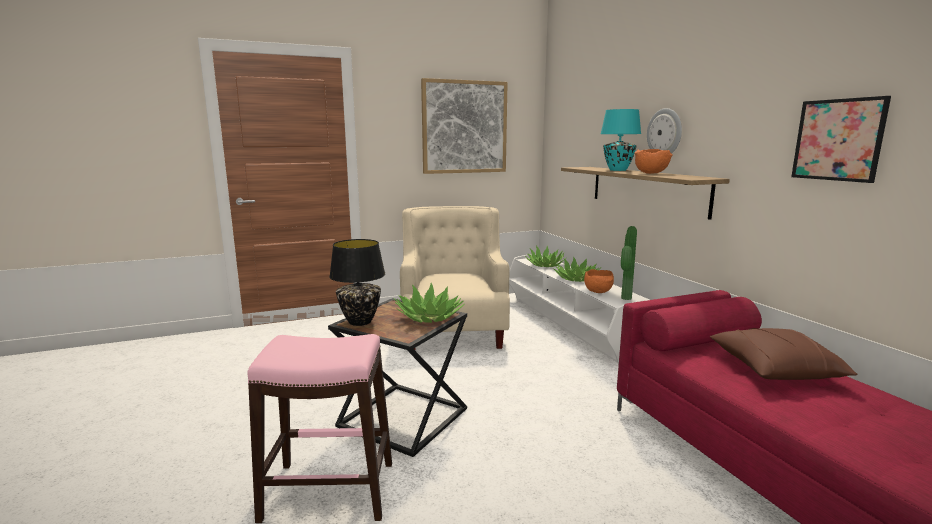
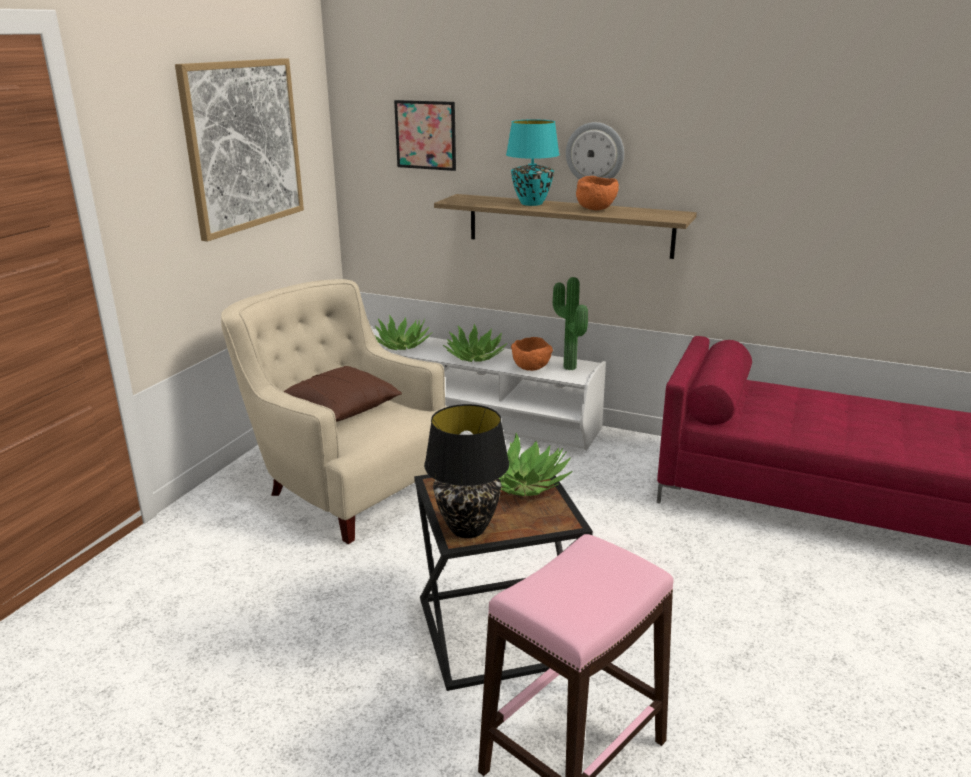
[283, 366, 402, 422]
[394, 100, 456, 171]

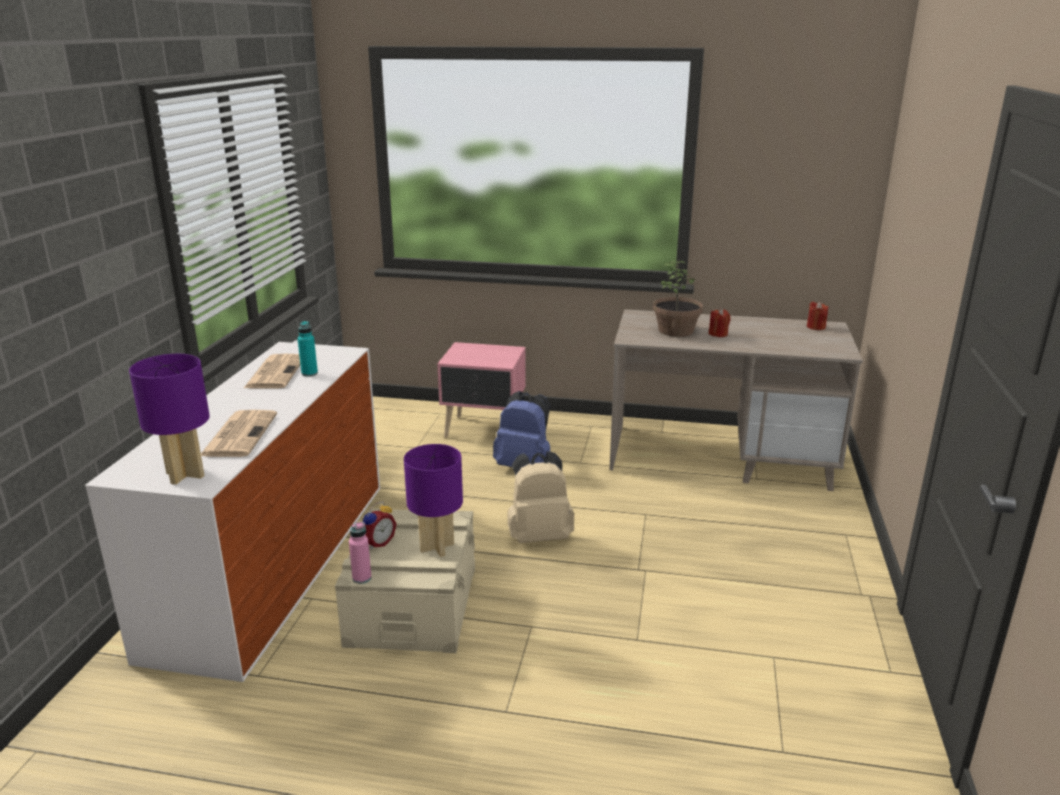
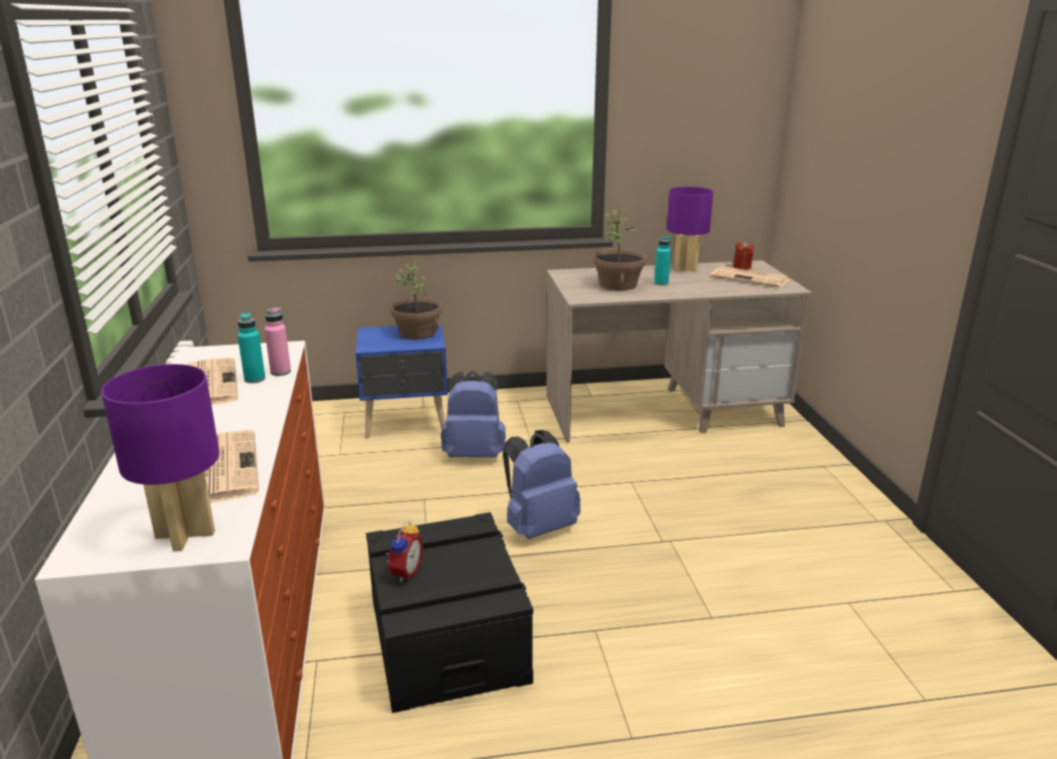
[366, 512, 533, 713]
[264, 307, 291, 376]
[667, 187, 713, 272]
[355, 324, 448, 438]
[503, 430, 581, 539]
[654, 236, 671, 286]
[390, 261, 442, 339]
[710, 266, 789, 287]

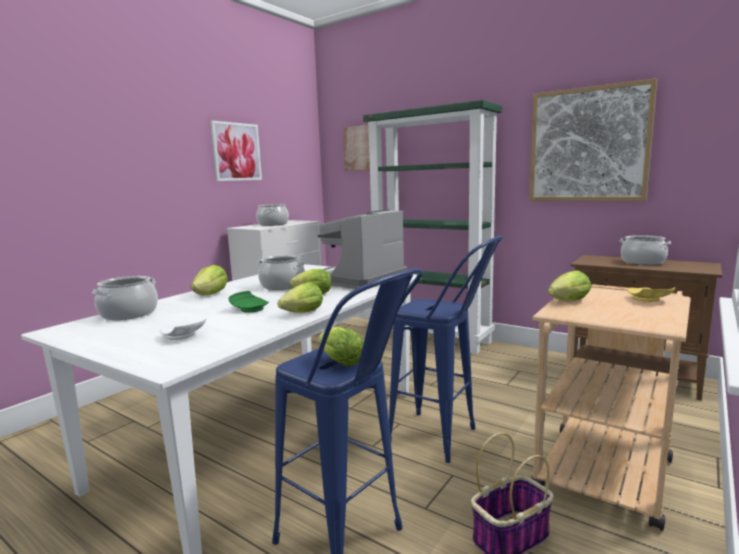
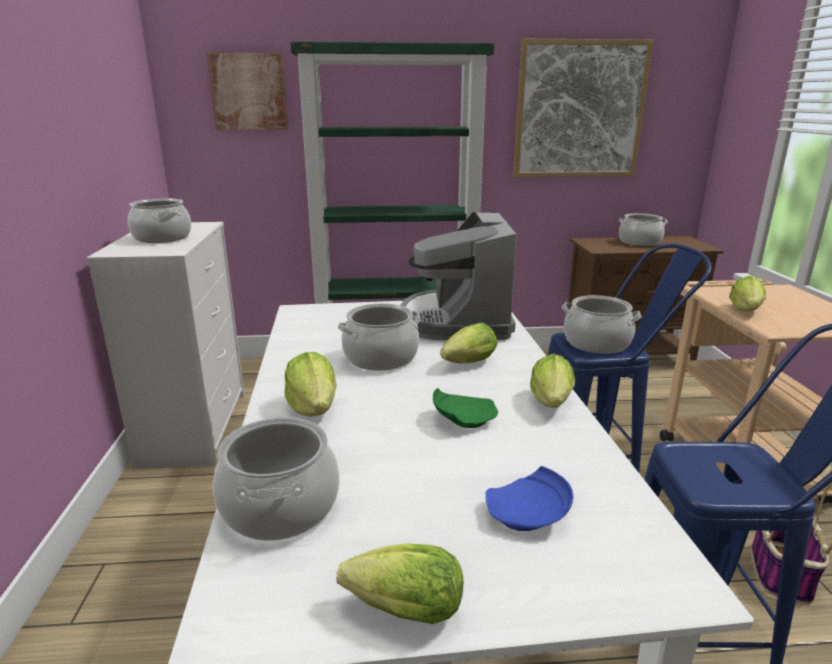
[486, 466, 573, 531]
[210, 121, 262, 181] (first image)
[336, 544, 463, 624]
[628, 287, 675, 302] (first image)
[562, 295, 642, 354]

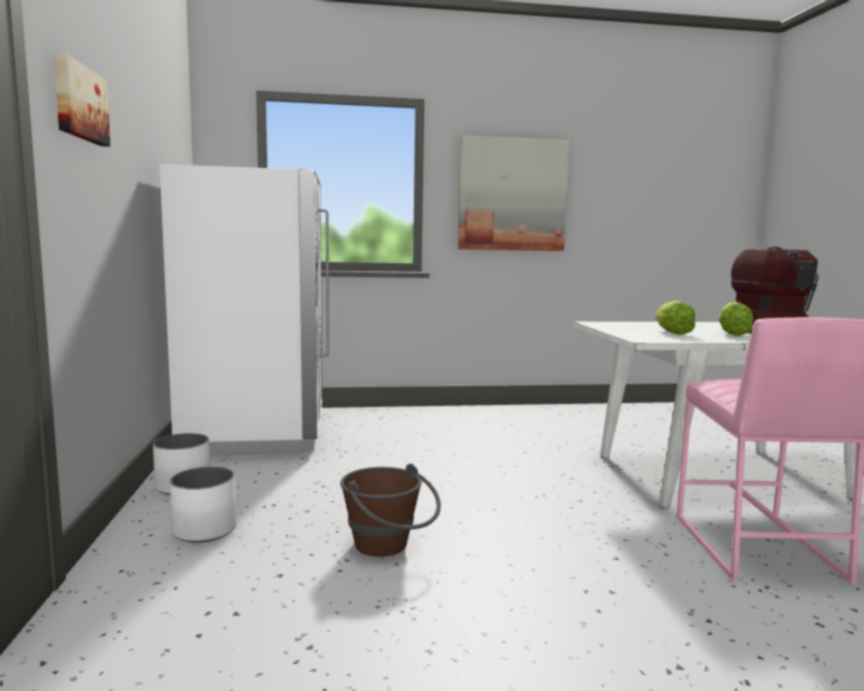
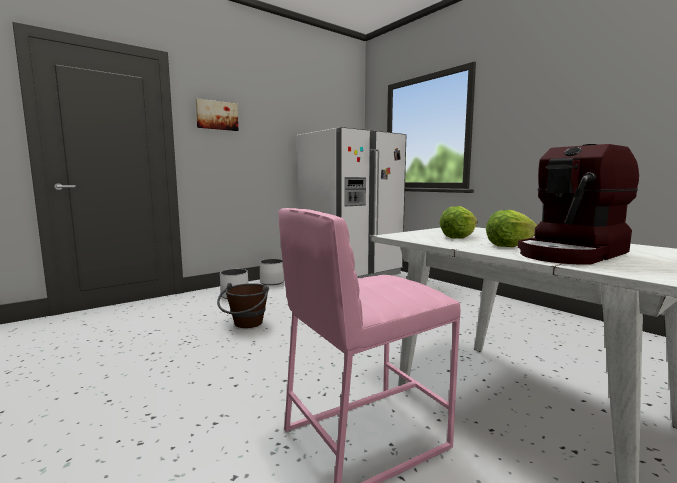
[458, 136, 570, 251] (first image)

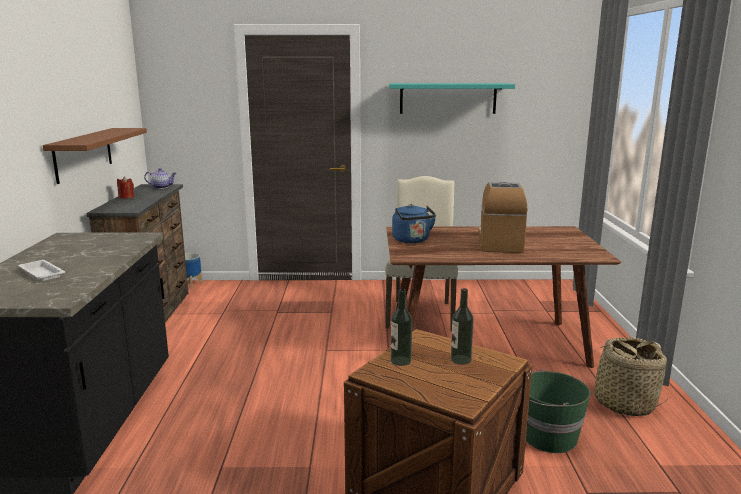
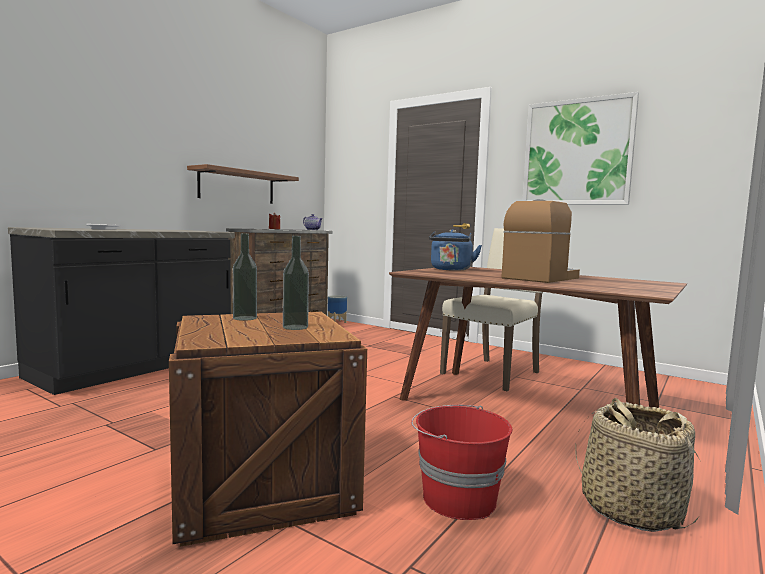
[522, 92, 639, 205]
[411, 405, 512, 520]

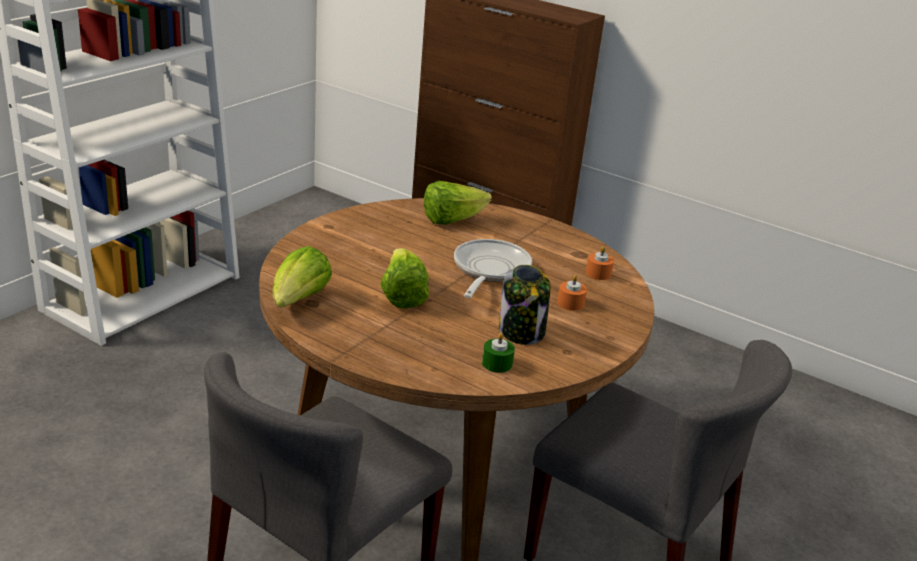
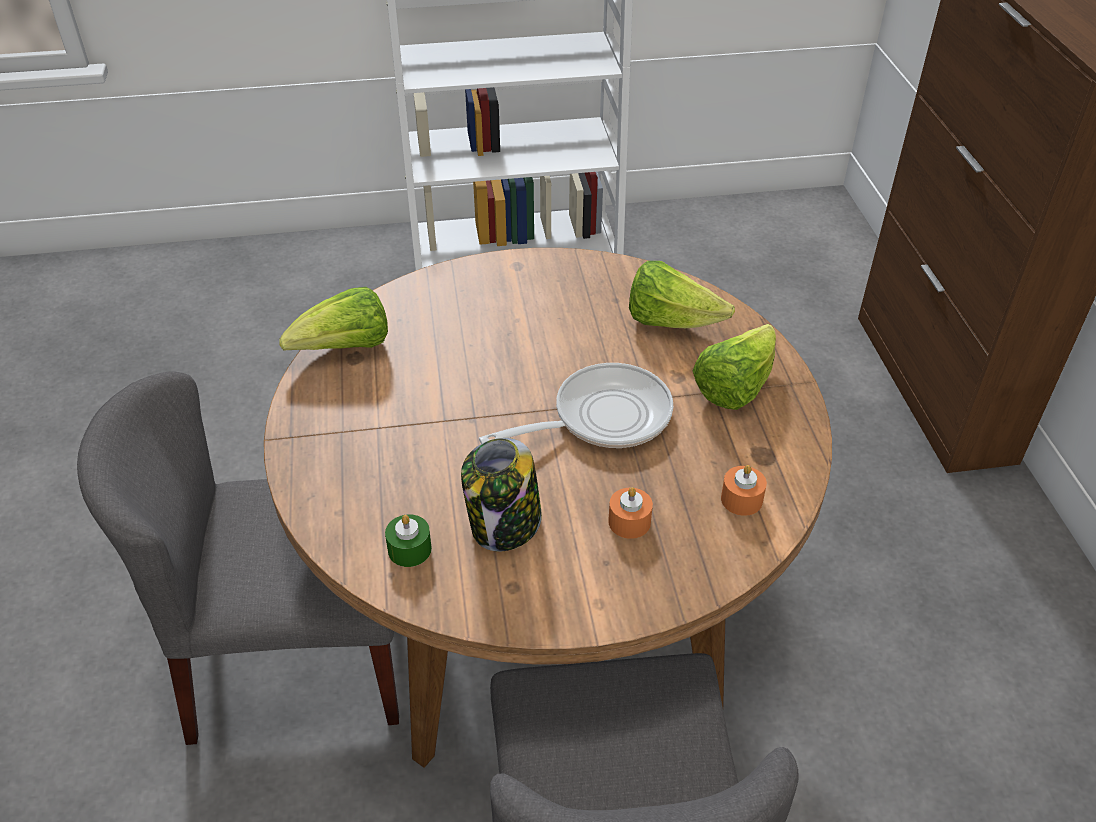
[693, 324, 776, 410]

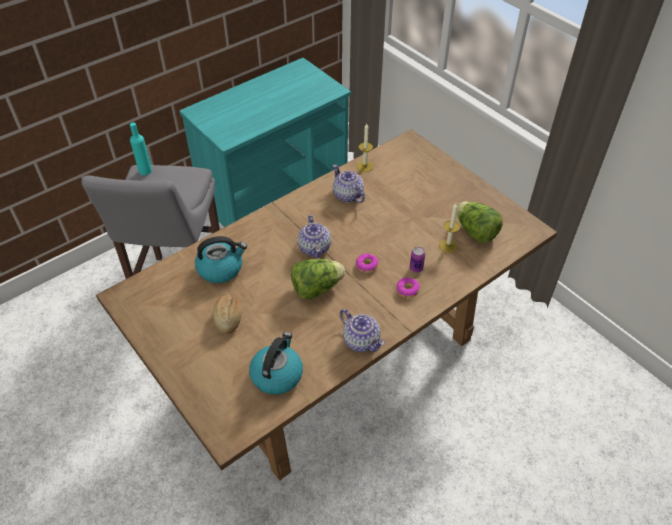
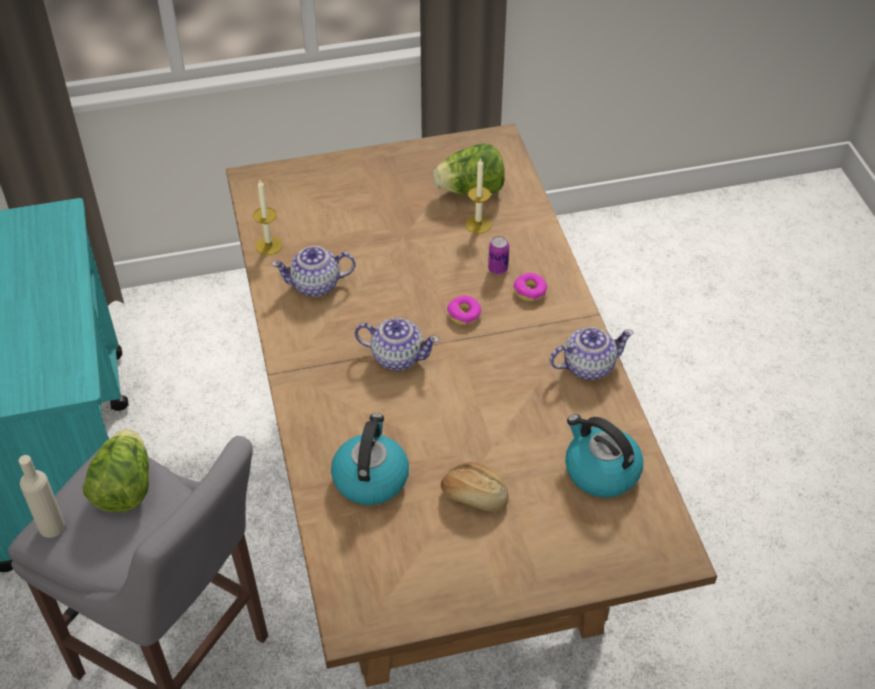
[19, 455, 65, 538]
[83, 429, 149, 513]

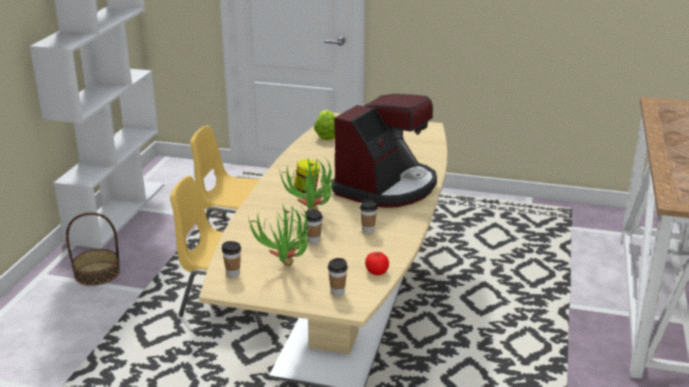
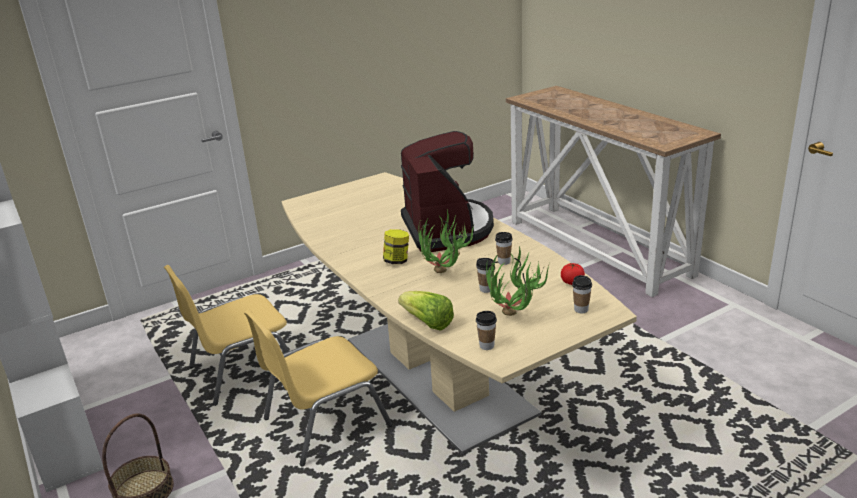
[398, 291, 454, 331]

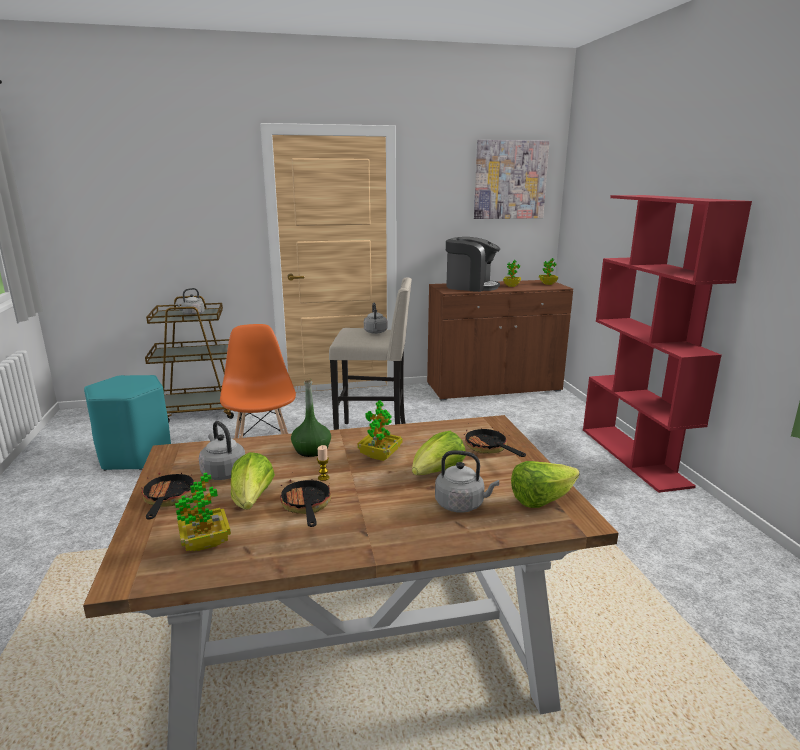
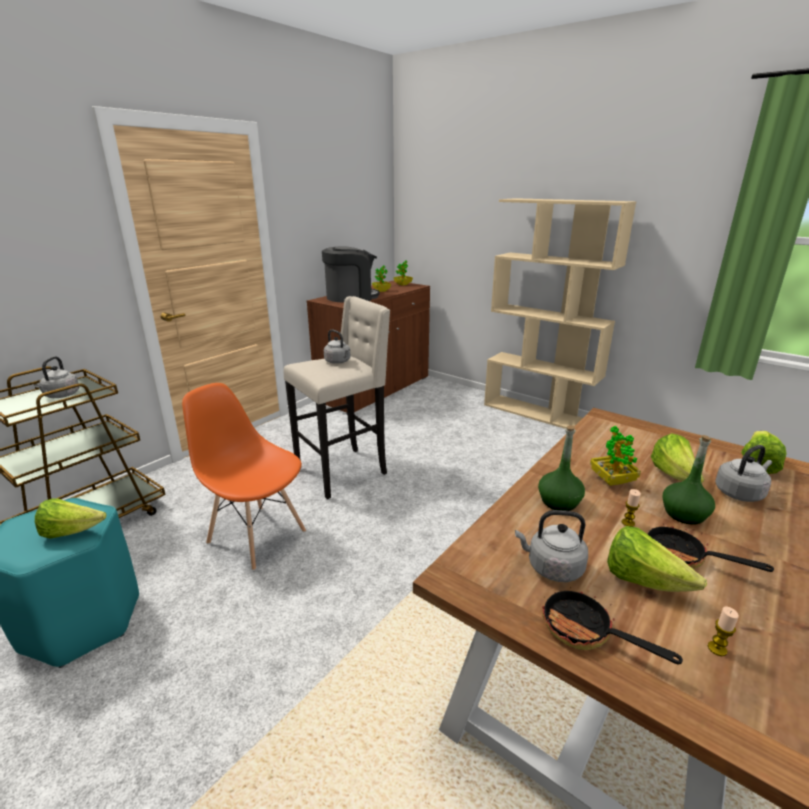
[708, 606, 739, 656]
[464, 427, 526, 457] (first image)
[474, 140, 549, 219] (first image)
[484, 198, 636, 429]
[35, 498, 106, 539]
[663, 435, 715, 525]

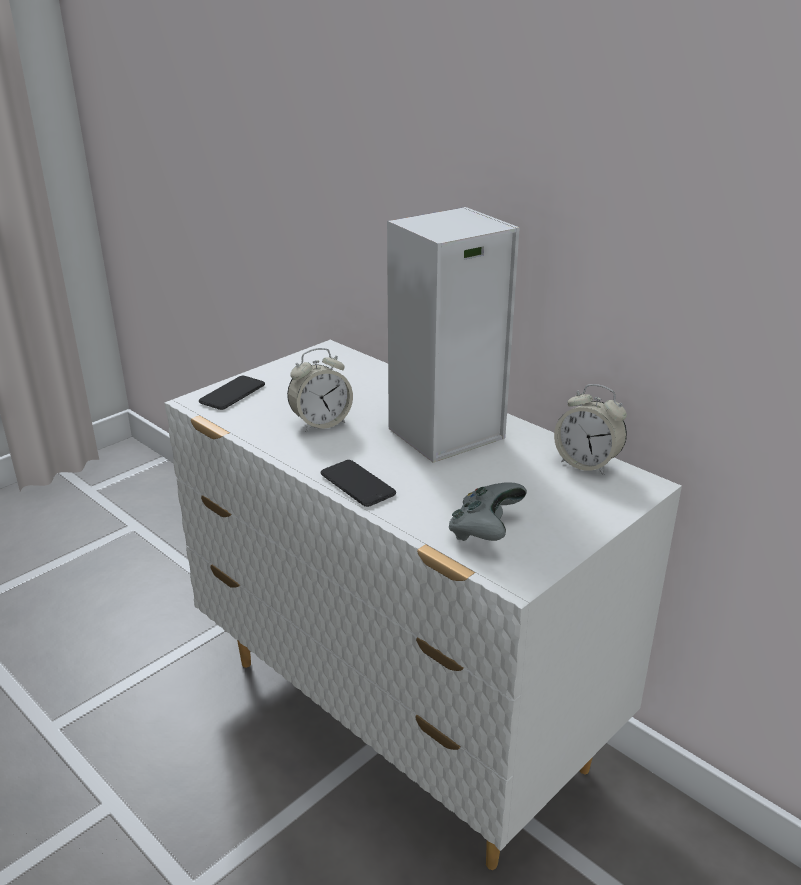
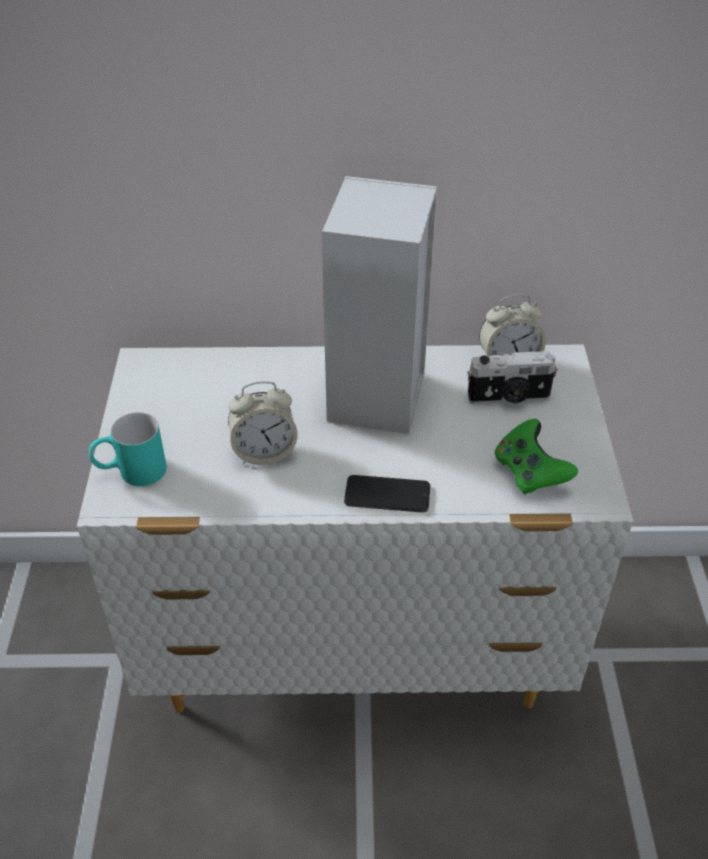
[89, 412, 167, 486]
[228, 381, 298, 465]
[495, 419, 578, 495]
[467, 351, 558, 404]

